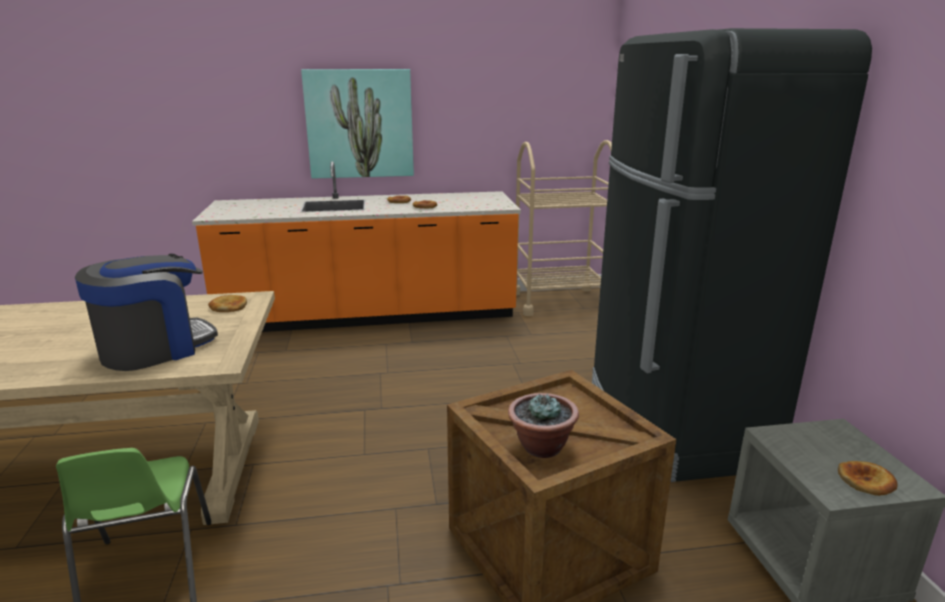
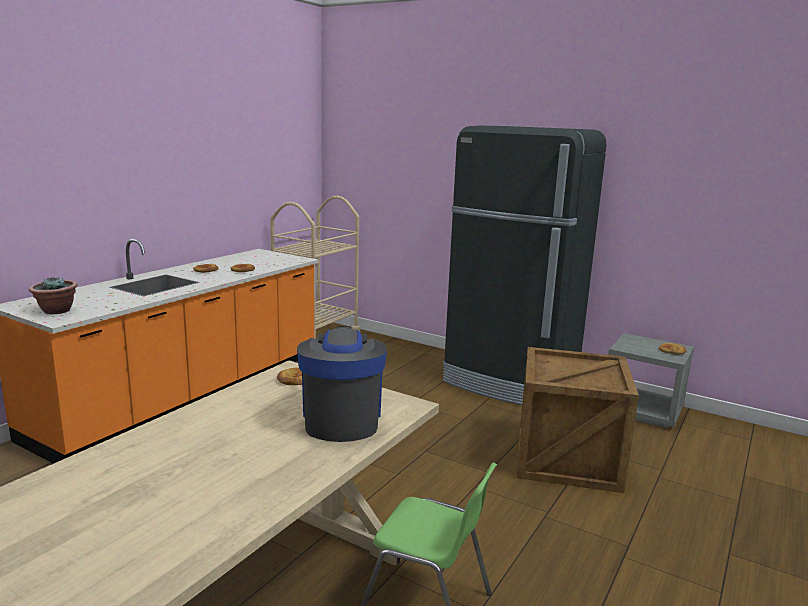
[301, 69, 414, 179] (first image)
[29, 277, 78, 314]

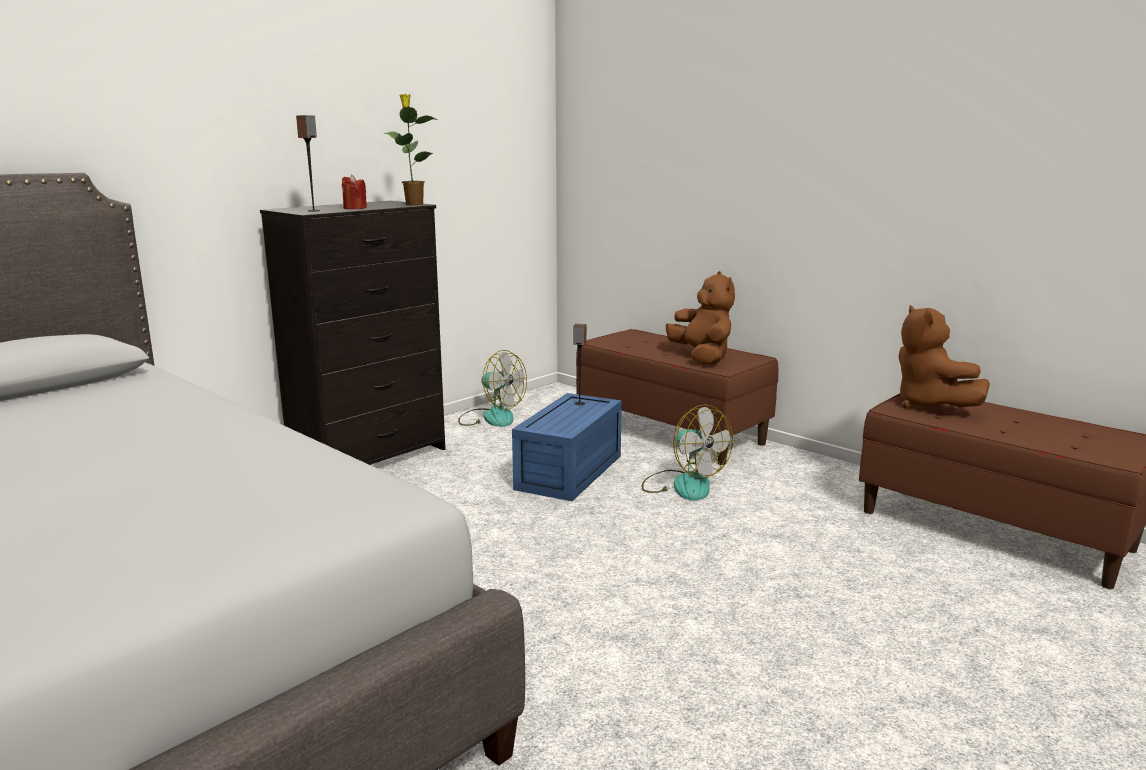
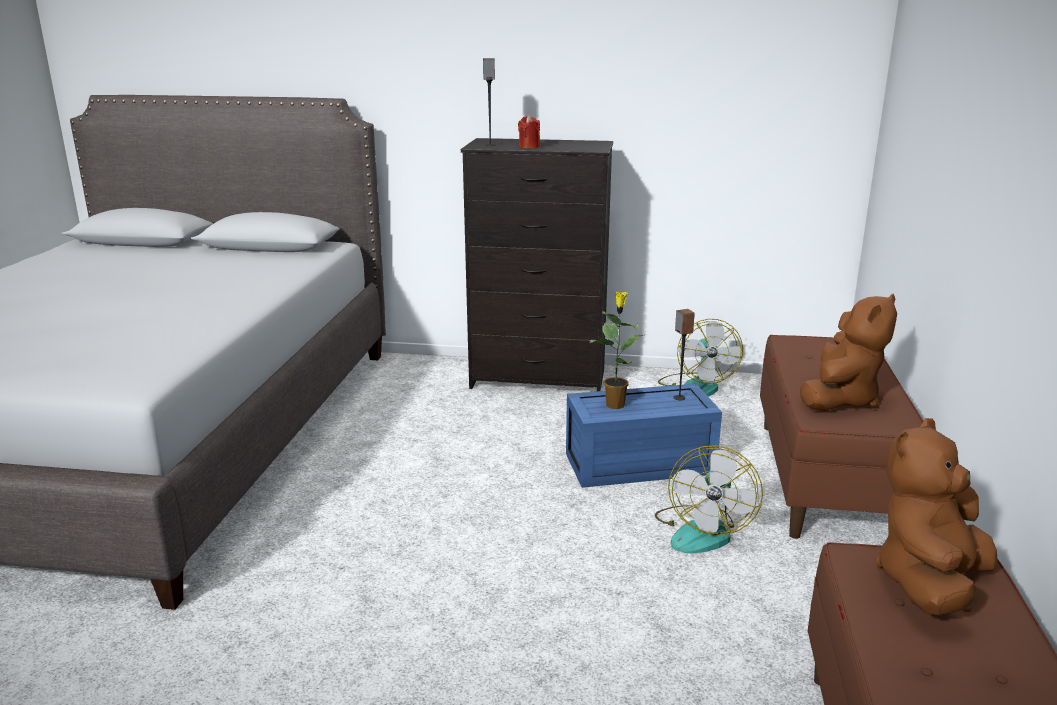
[590, 291, 646, 409]

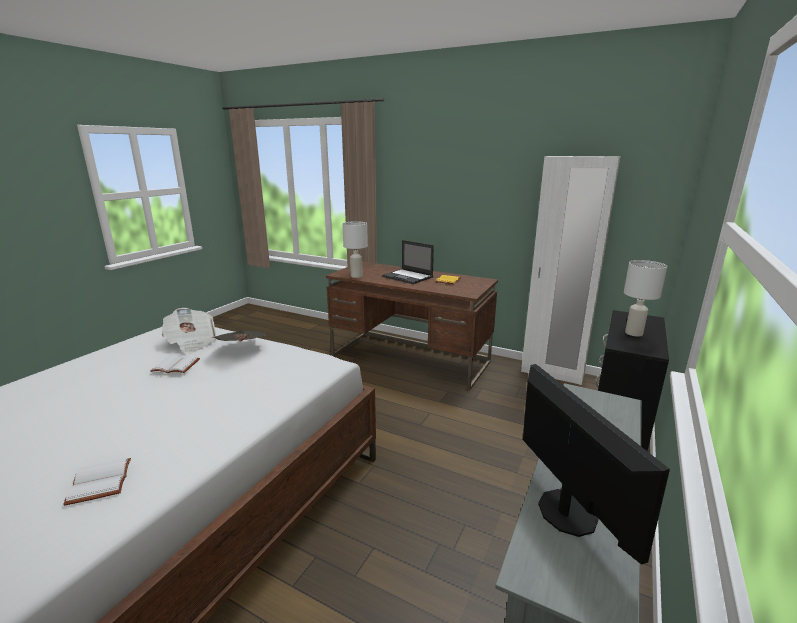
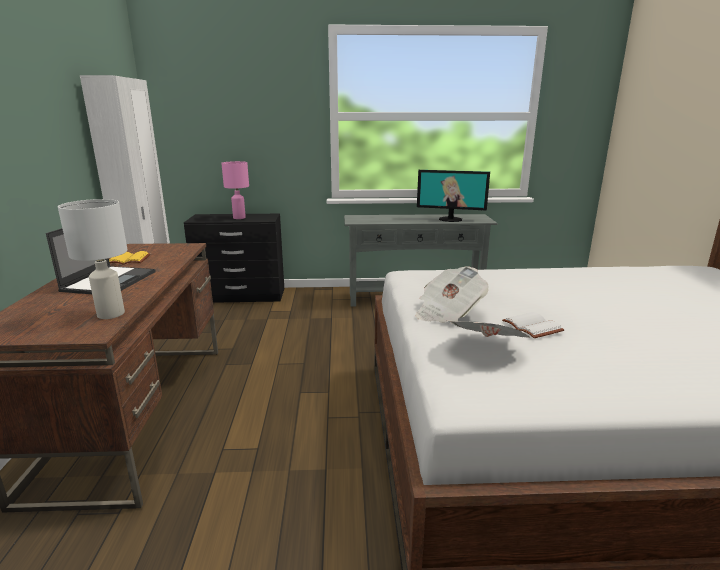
[63, 458, 131, 506] (first image)
[417, 170, 490, 222]
[221, 161, 249, 219]

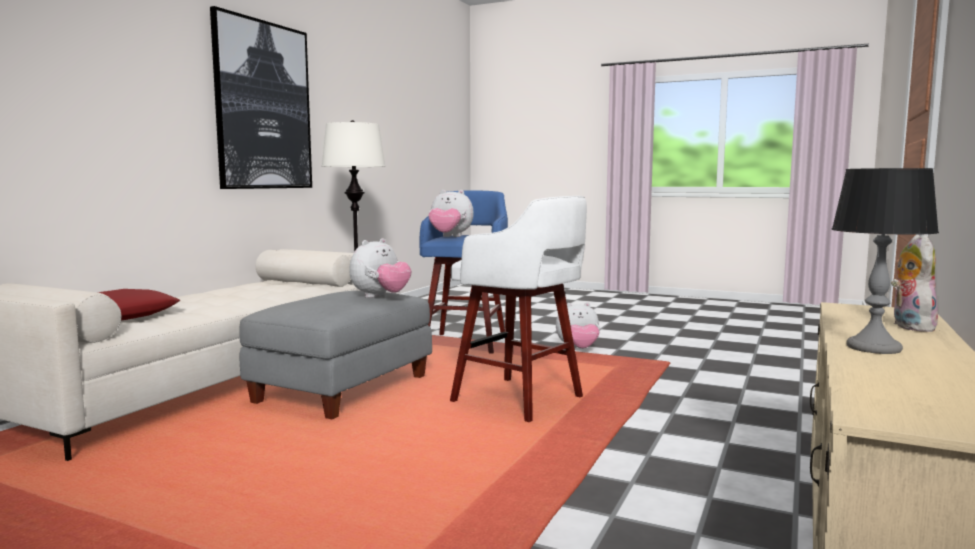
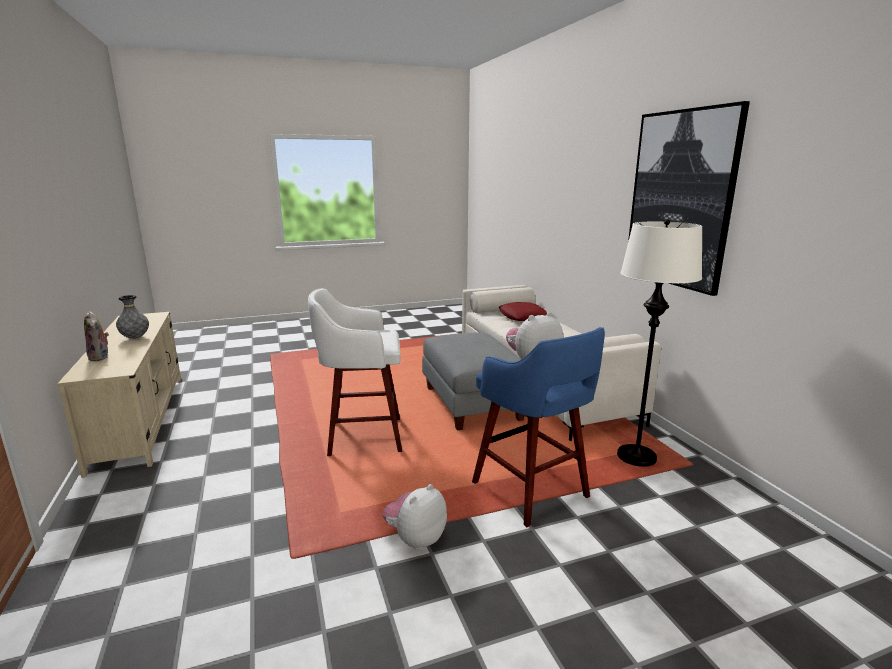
[349, 238, 411, 298] (first image)
[116, 295, 149, 339]

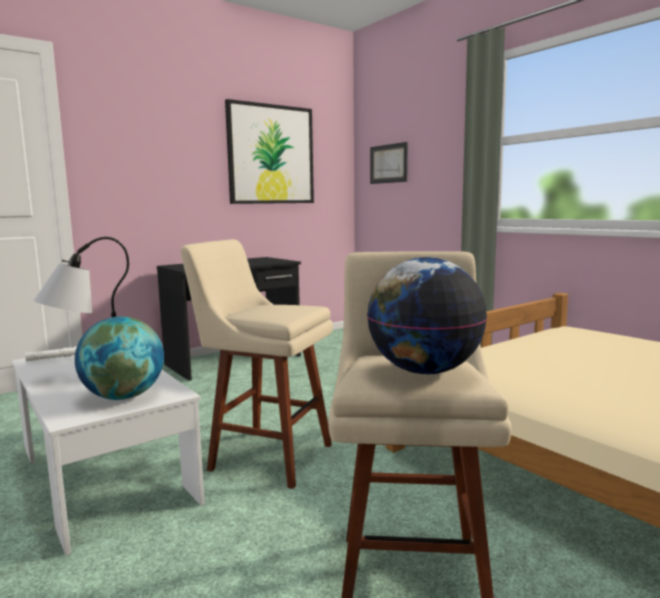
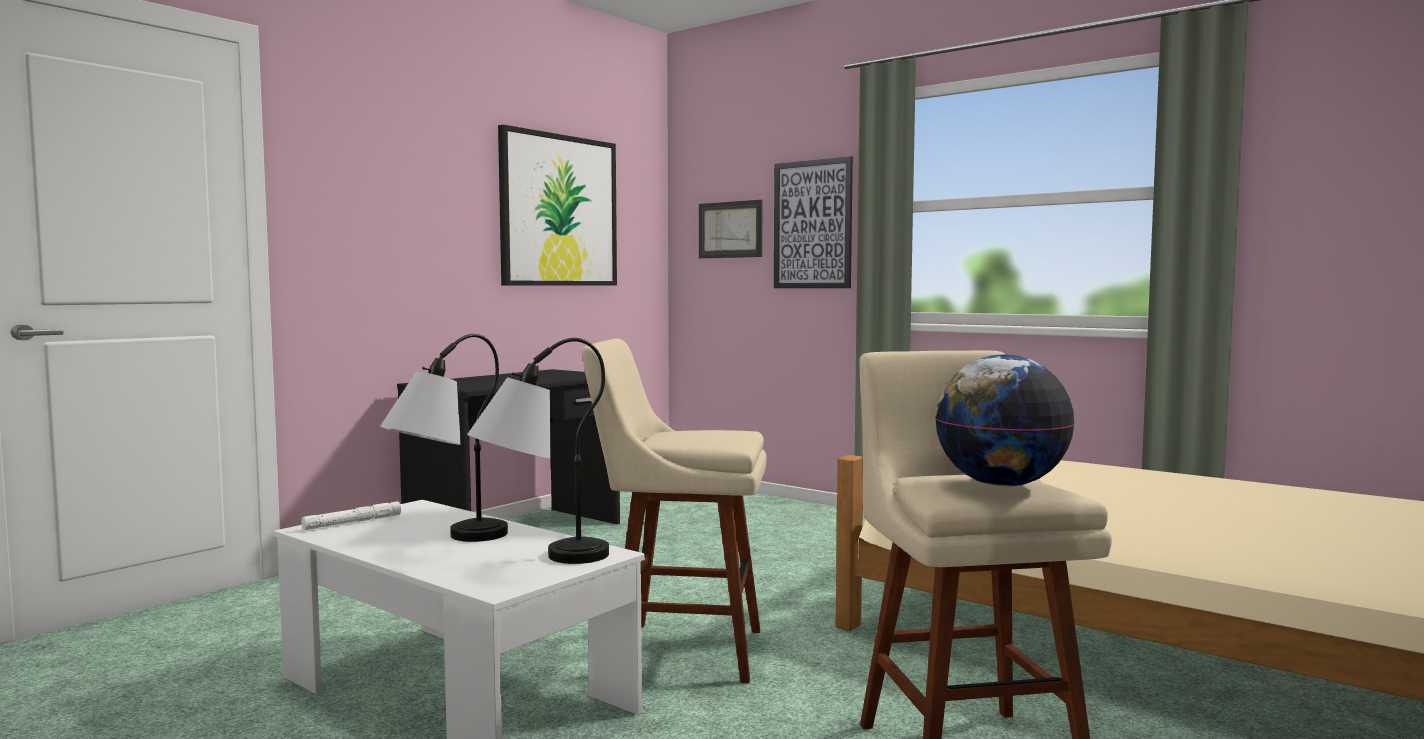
[467, 338, 609, 564]
[774, 156, 853, 288]

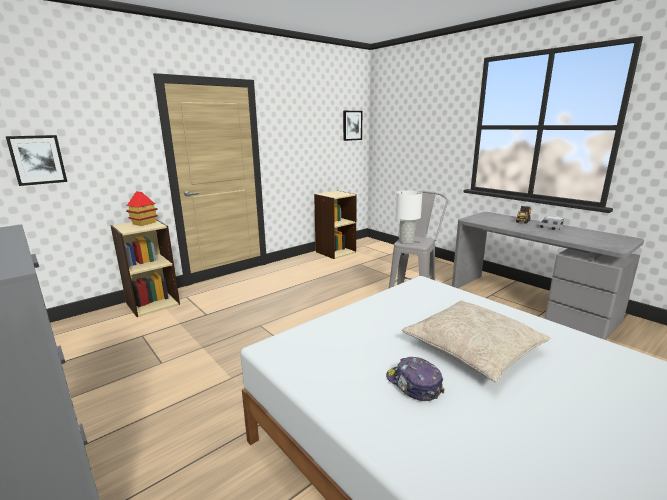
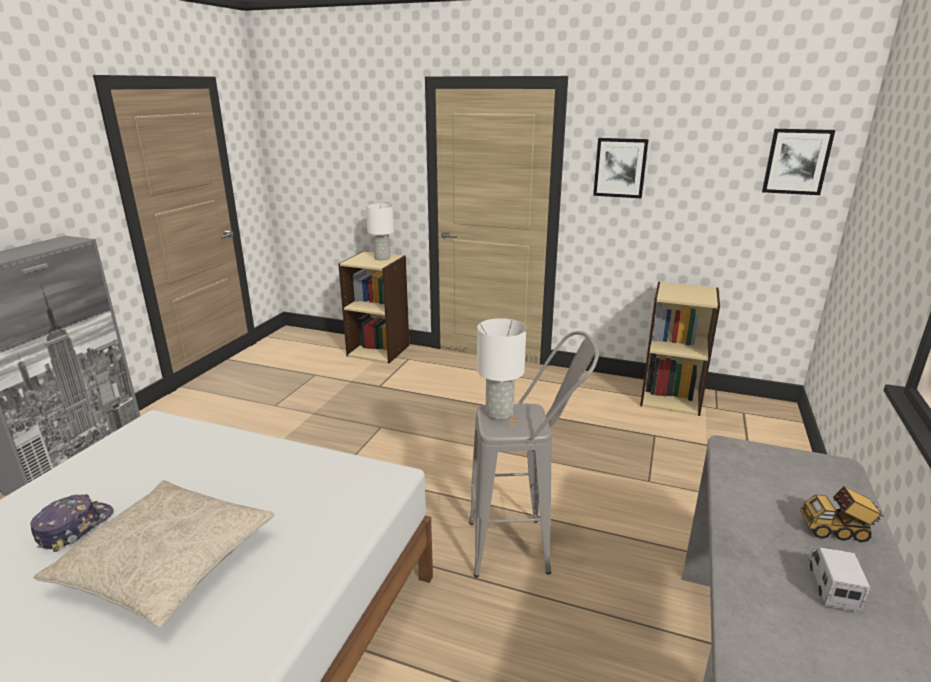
[593, 138, 649, 198]
[366, 203, 394, 260]

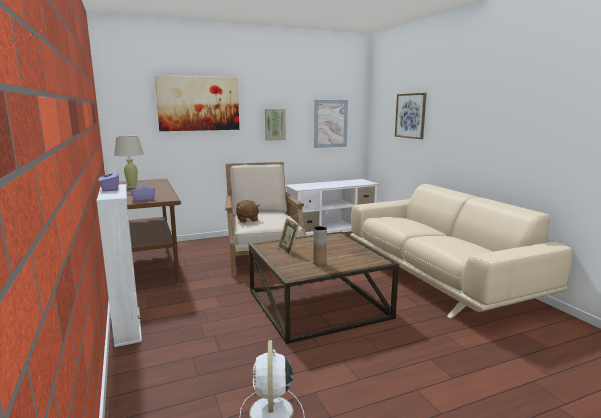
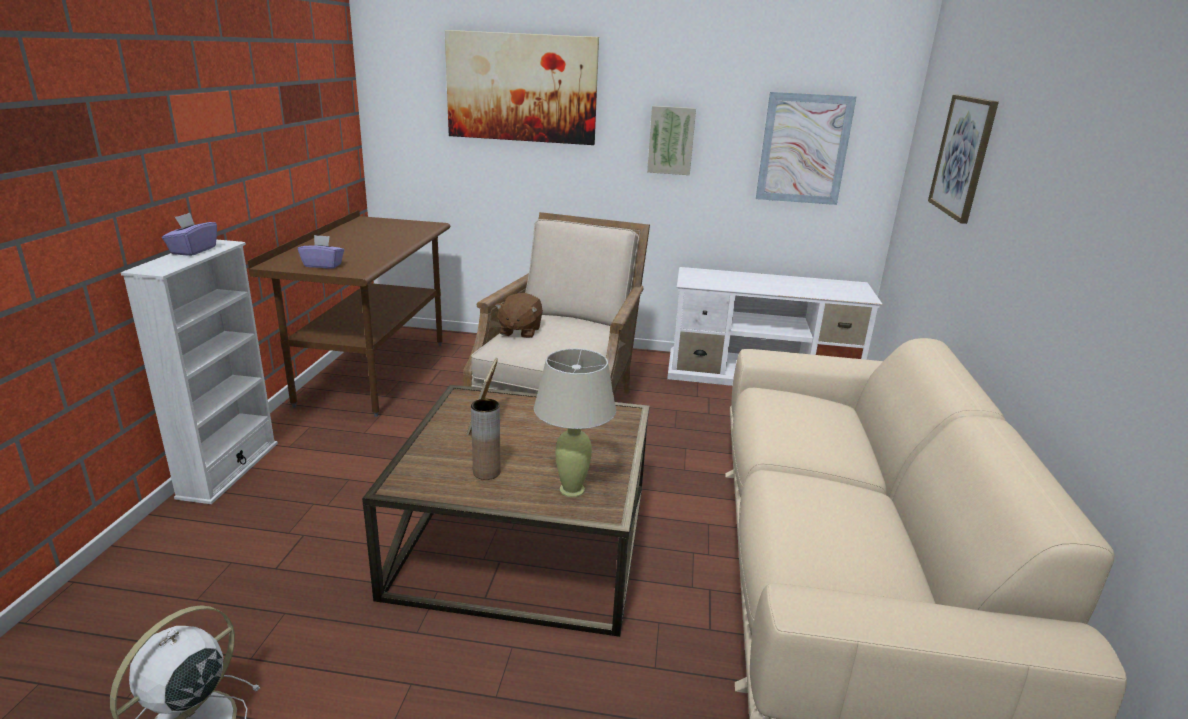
[534, 348, 616, 497]

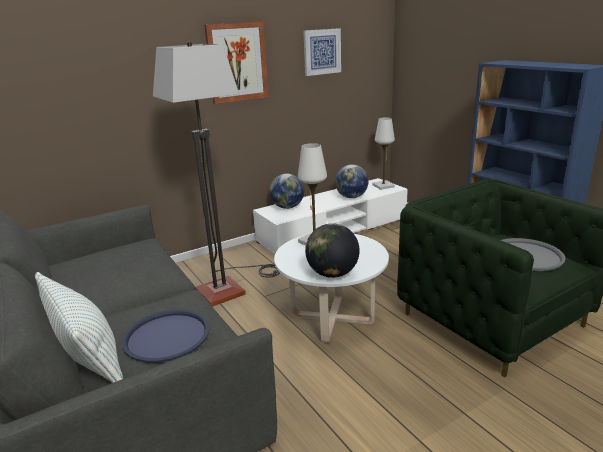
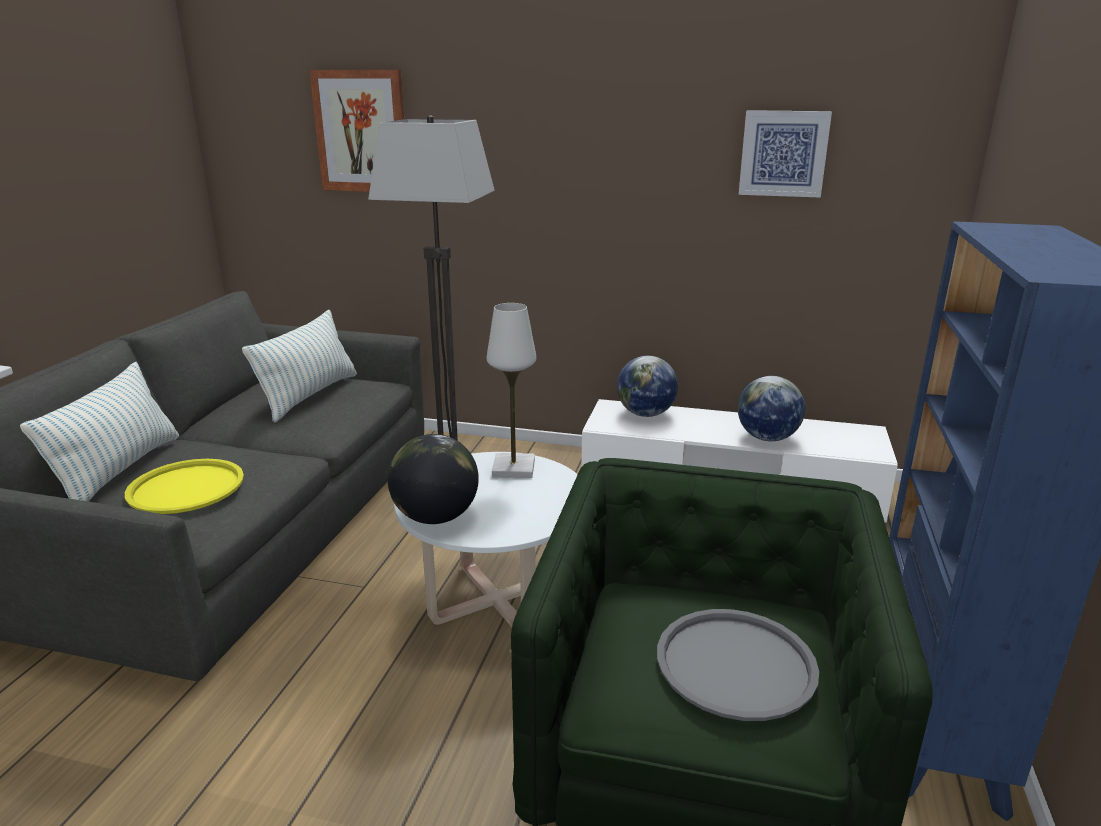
[125, 459, 244, 514]
[309, 70, 404, 192]
[372, 117, 395, 190] (first image)
[242, 310, 357, 422]

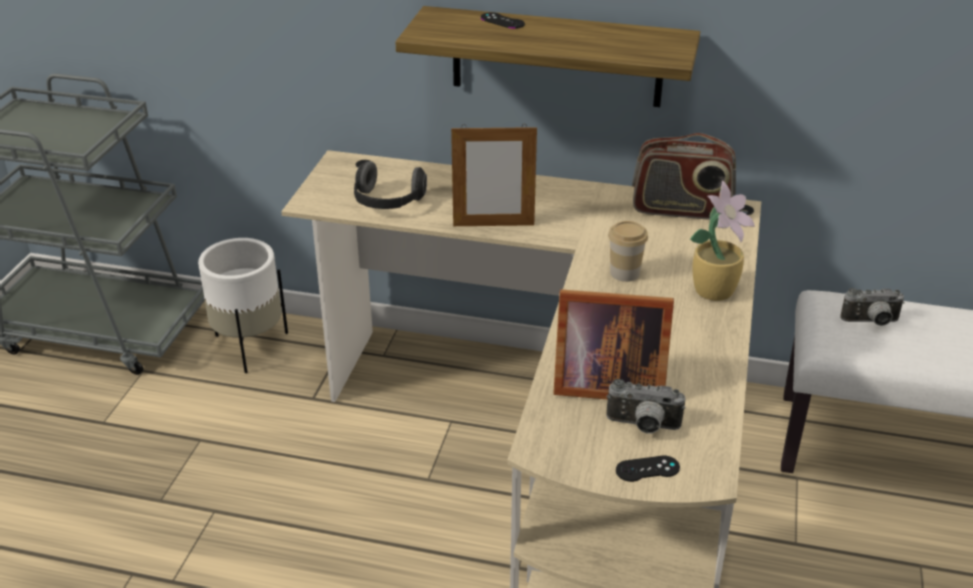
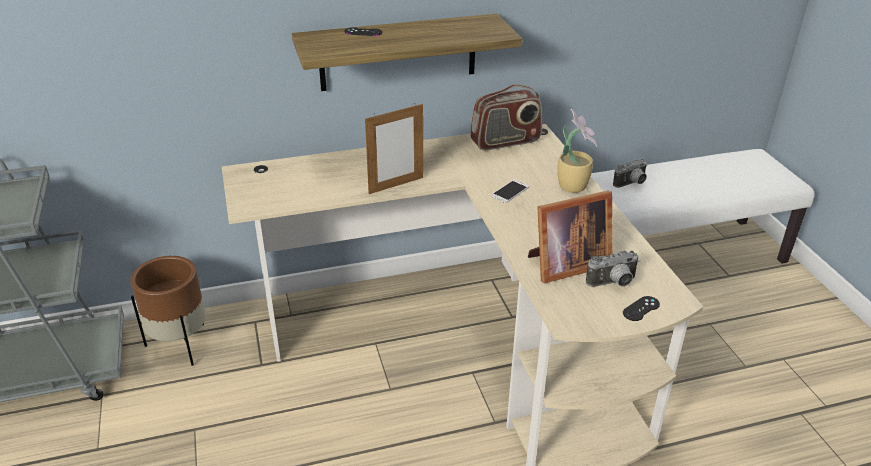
[130, 256, 206, 366]
[354, 161, 427, 209] (first image)
[491, 180, 529, 203]

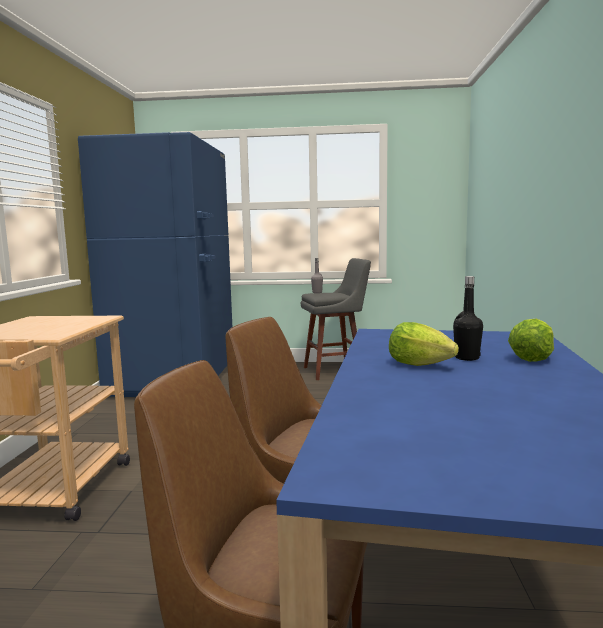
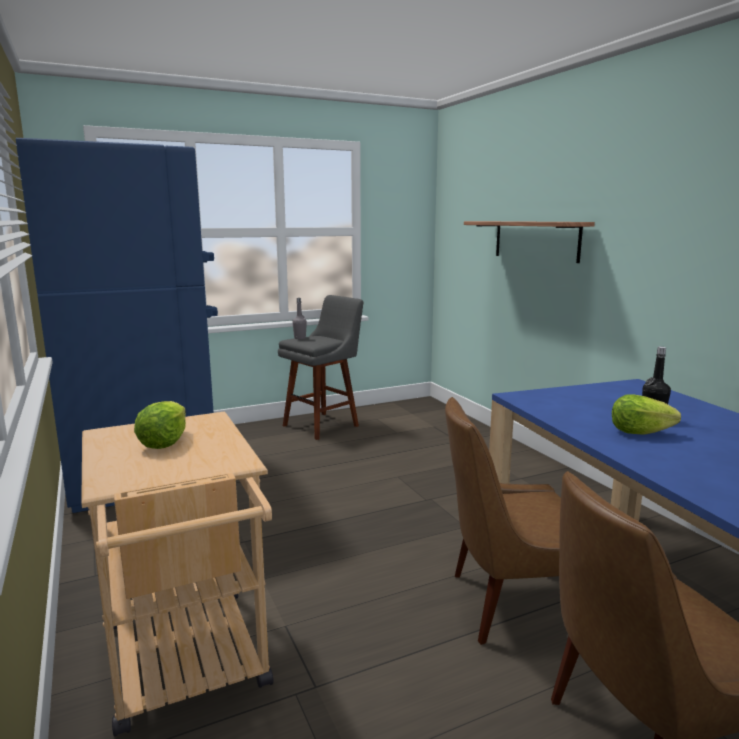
[134, 401, 186, 449]
[464, 221, 595, 263]

